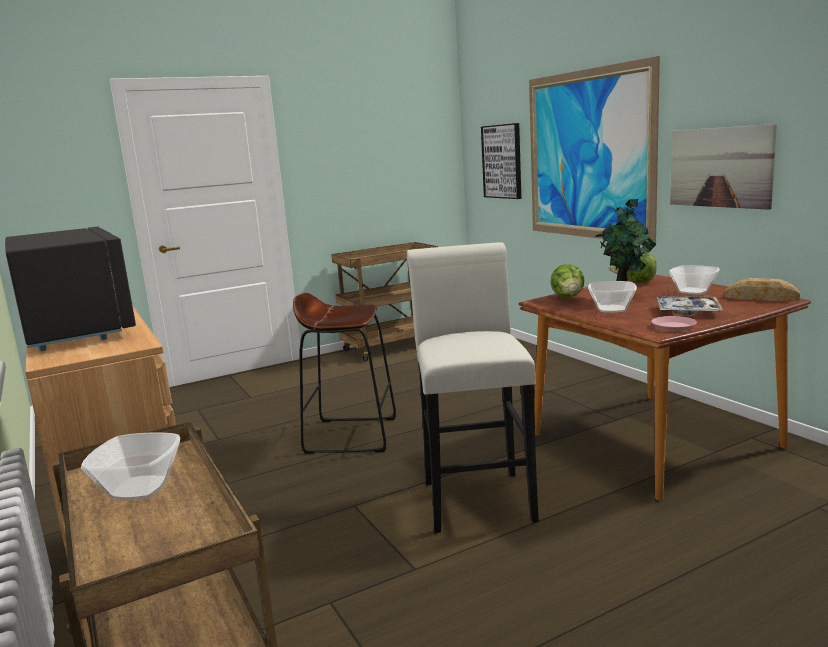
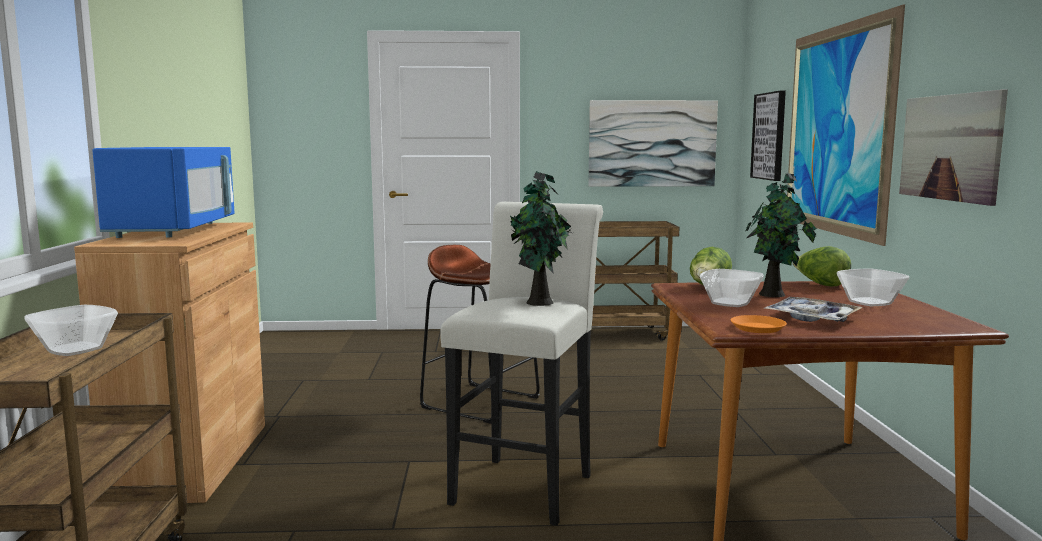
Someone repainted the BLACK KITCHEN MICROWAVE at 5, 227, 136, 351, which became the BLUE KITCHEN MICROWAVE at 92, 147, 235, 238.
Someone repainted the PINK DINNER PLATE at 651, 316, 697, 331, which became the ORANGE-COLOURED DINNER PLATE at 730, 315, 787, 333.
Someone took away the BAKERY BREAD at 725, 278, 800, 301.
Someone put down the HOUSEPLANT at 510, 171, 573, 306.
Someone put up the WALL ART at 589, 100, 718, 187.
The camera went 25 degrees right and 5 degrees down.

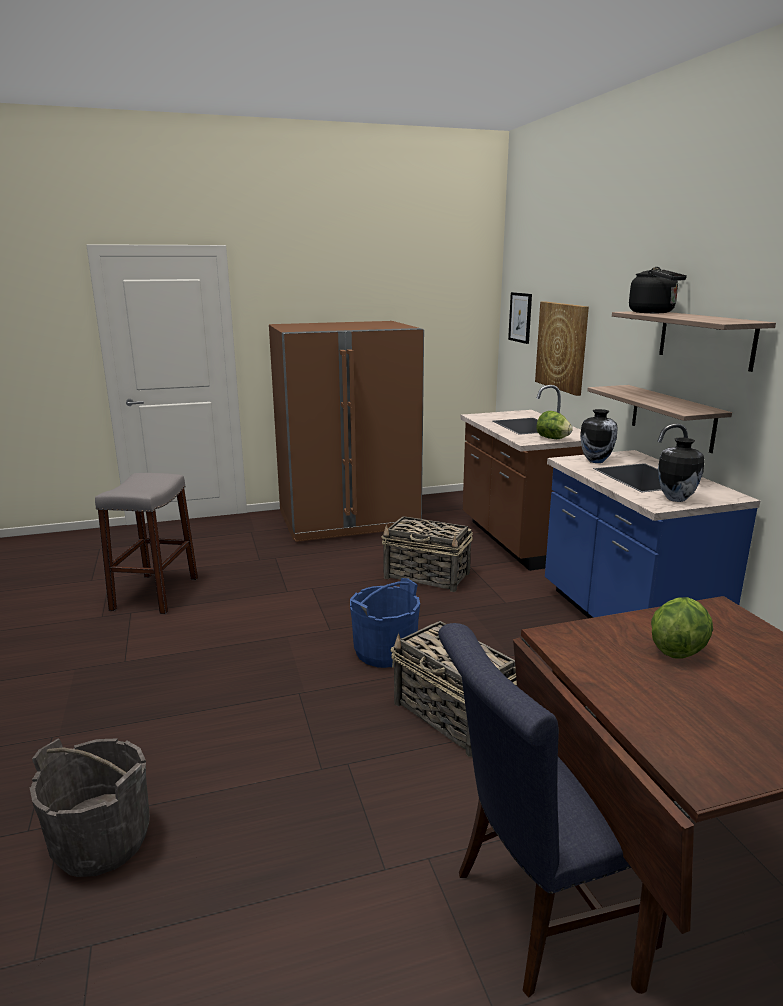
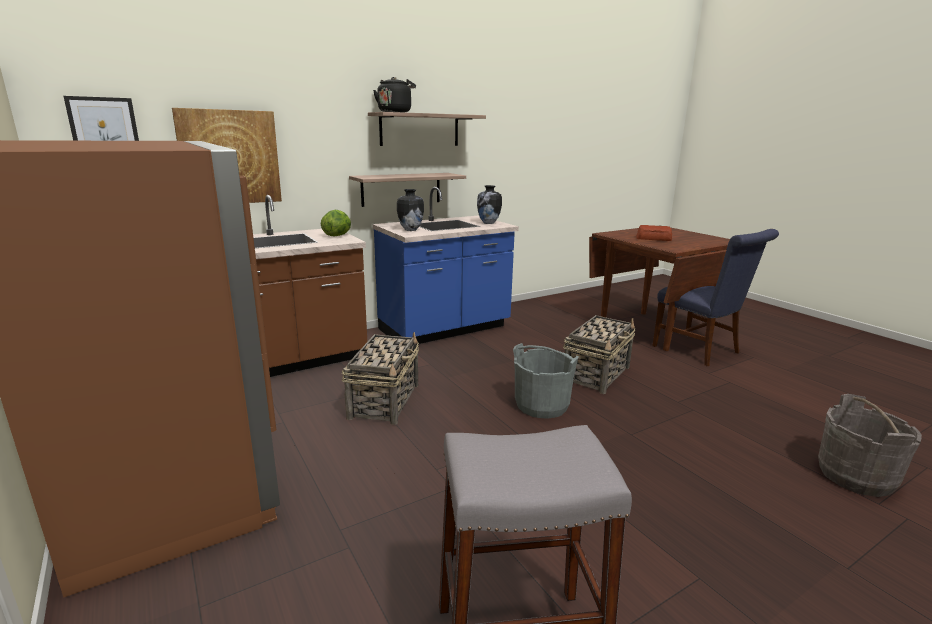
Someone repainted the BLUE PAIL at 350, 578, 420, 668, which became the GREY PAIL at 513, 343, 579, 419.
Someone swapped the LETTUCE at 651, 597, 713, 659 for the BAKERY BREAD at 636, 225, 672, 241.
The camera went 105 degrees left and 0 degrees up.

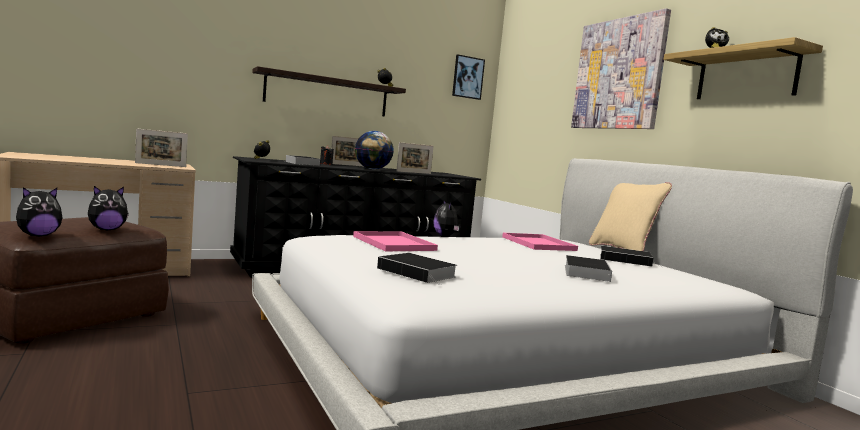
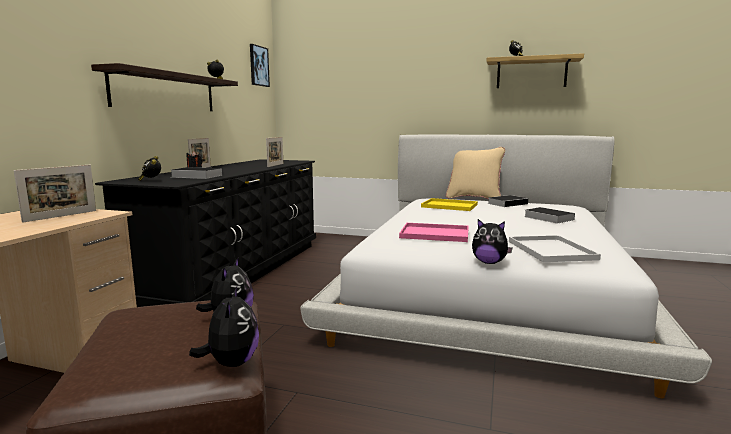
Someone took away the DESK GLOBE at 355, 131, 393, 169.
Someone swapped the VOLUME at 377, 253, 457, 285 for the WHITE SERVING TRAY at 509, 235, 601, 262.
Someone carried the CUDDLY TOY from 433, 199, 461, 237 to 472, 219, 513, 264.
Someone repainted the PINK SERVING TRAY at 502, 233, 578, 251, which became the YELLOW SERVING TRAY at 421, 198, 478, 211.
Someone took away the WALL ART at 571, 8, 671, 129.
The camera went 45 degrees left and 5 degrees up.

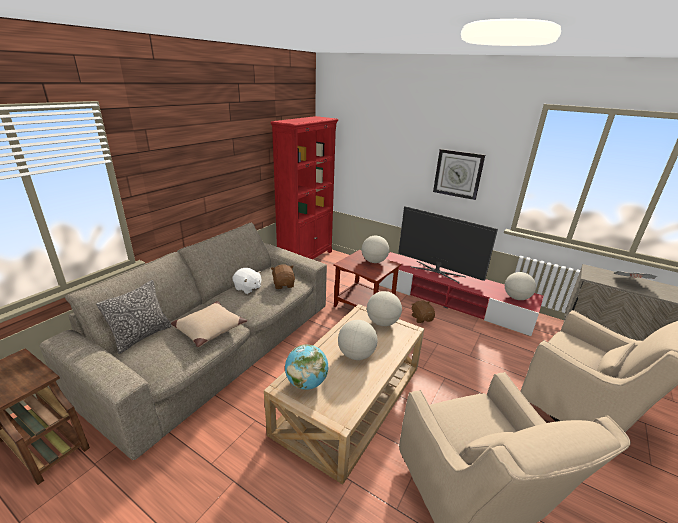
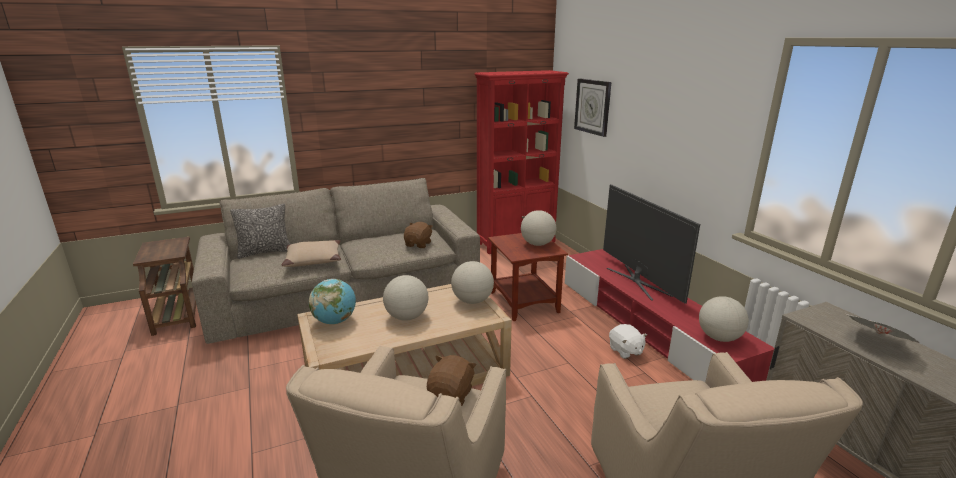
Someone carried the WHITE CUDDLY TOY from 233, 268, 261, 294 to 609, 324, 647, 359.
Someone carried the BROWN-COLOURED CUDDLY TOY from 412, 301, 435, 323 to 427, 355, 476, 406.
Someone carried the CLOCK ON THE WALL from 433, 149, 485, 200 to 574, 78, 611, 137.
The camera went 35 degrees right and 5 degrees down.

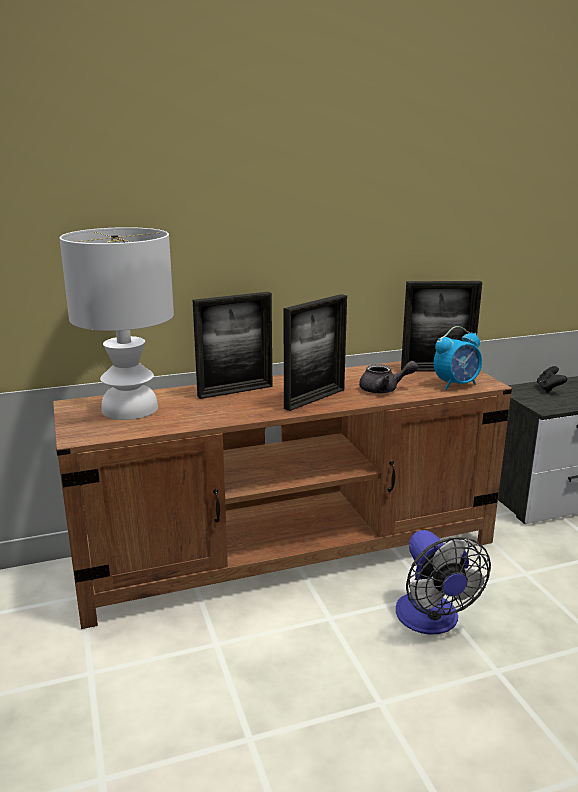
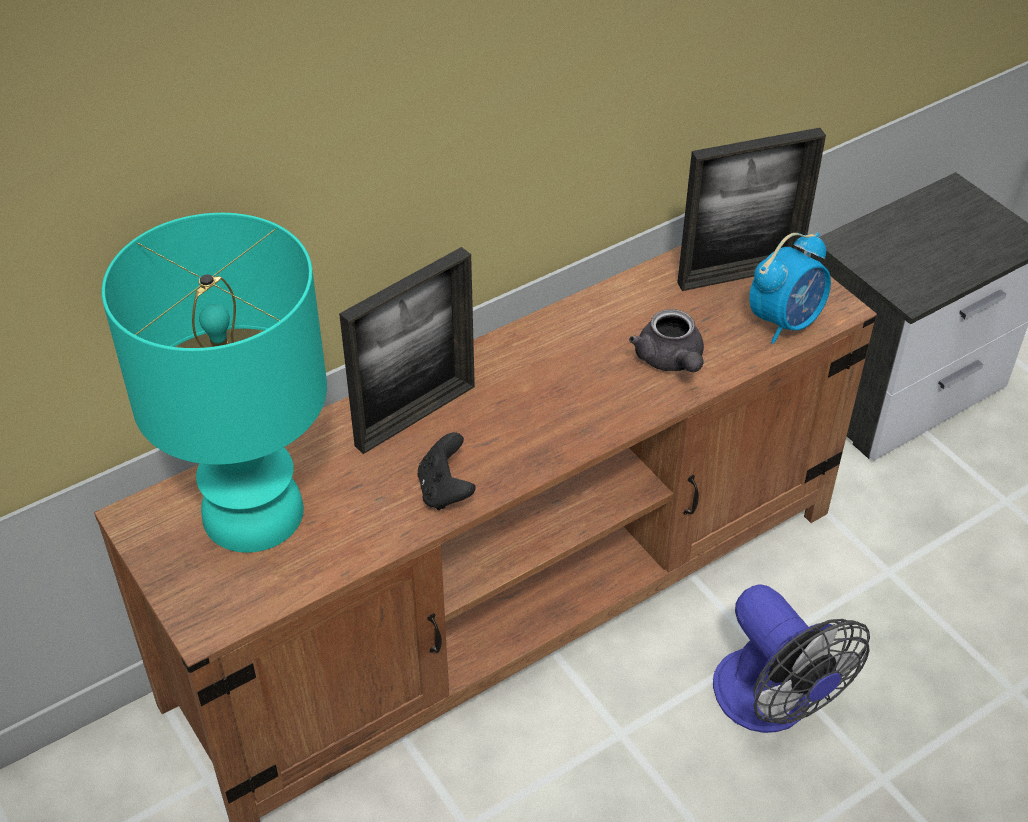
Someone repainted the WHITE LAMP FOR A TABLE at 60, 227, 174, 420, which became the TURQUOISE LAMP FOR A TABLE at 102, 213, 327, 553.
Someone took away the STANDING FRAME at 284, 294, 347, 411.
Someone rotated the GREY TEA POT at 359, 361, 418, 393 by 90 degrees clockwise.
Someone carried the BLACK GAME CONTROLLER from 537, 366, 567, 393 to 418, 432, 476, 510.
The camera went 15 degrees left and 25 degrees up.

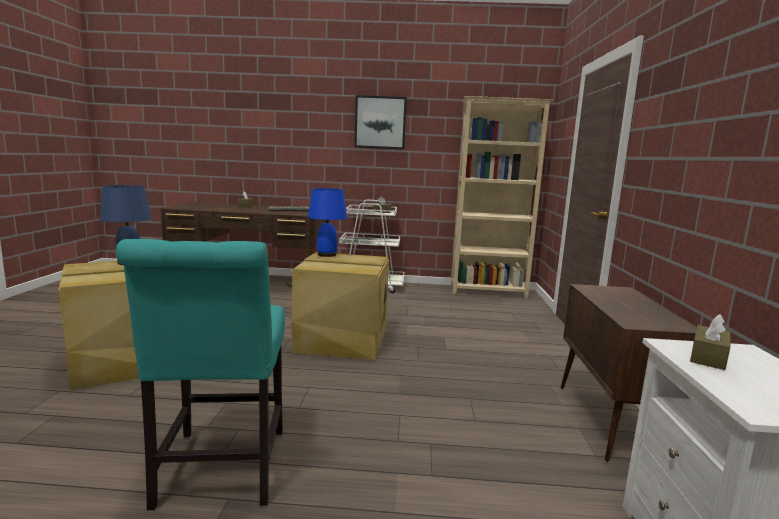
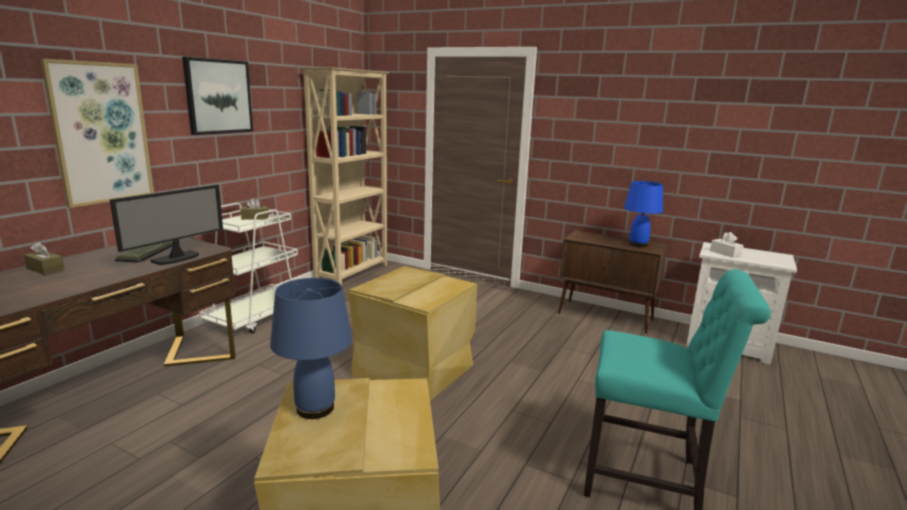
Someone carried the BLUE LAMP FOR A TABLE from 308, 188, 347, 257 to 624, 181, 663, 247.
Someone repainted the BROWN-COLOURED TISSUE BOX at 690, 314, 730, 370, which became the WHITE TISSUE BOX at 710, 232, 744, 258.
Someone put up the WALL ART at 40, 59, 154, 208.
Someone put down the COMPUTER SCREEN at 110, 184, 223, 265.
The camera went 65 degrees left and 5 degrees up.

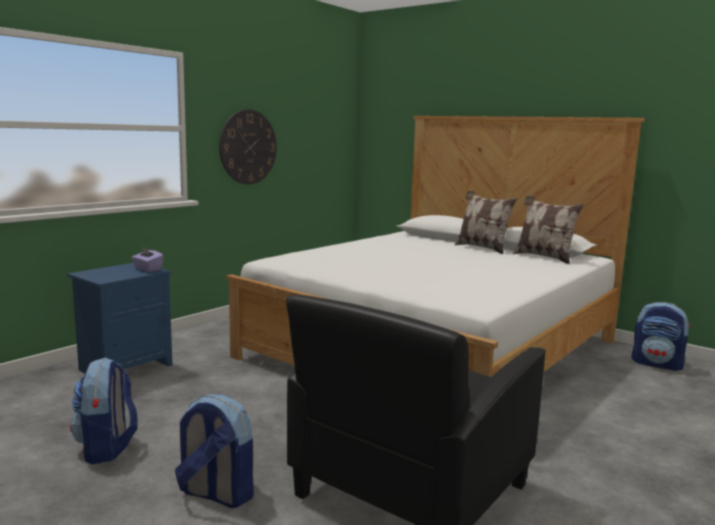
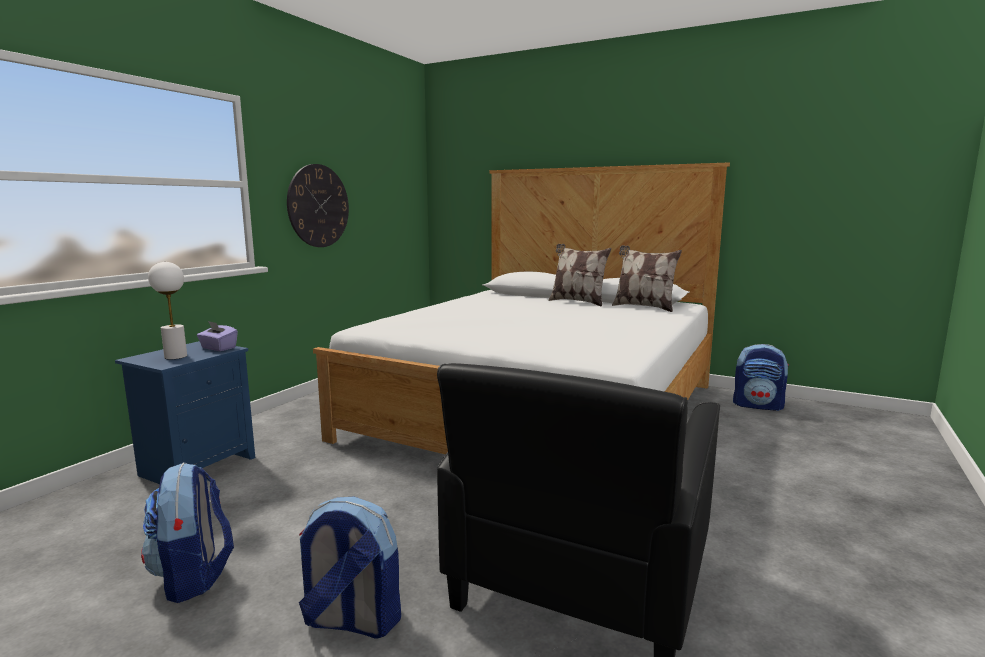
Someone put down the WHITE LAMP FOR A TABLE at 148, 262, 187, 359.
The camera went 10 degrees left and 0 degrees up.

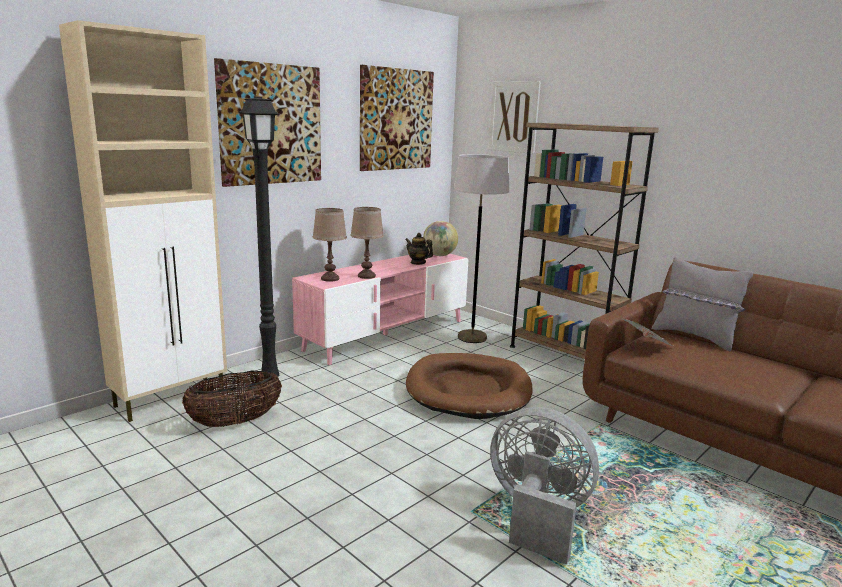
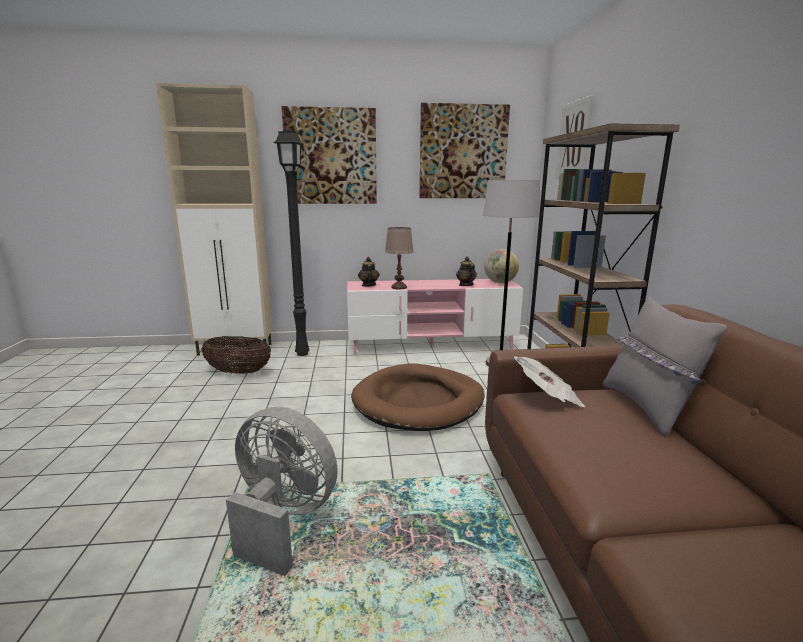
Someone swapped the BROWN-COLOURED LAMP FOR A TABLE at 313, 208, 347, 282 for the TEA POT at 358, 257, 380, 287.
Someone rotated the GREY ELECTRIC FAN at 490, 407, 599, 564 by 45 degrees counterclockwise.
The camera went 40 degrees right and 0 degrees up.

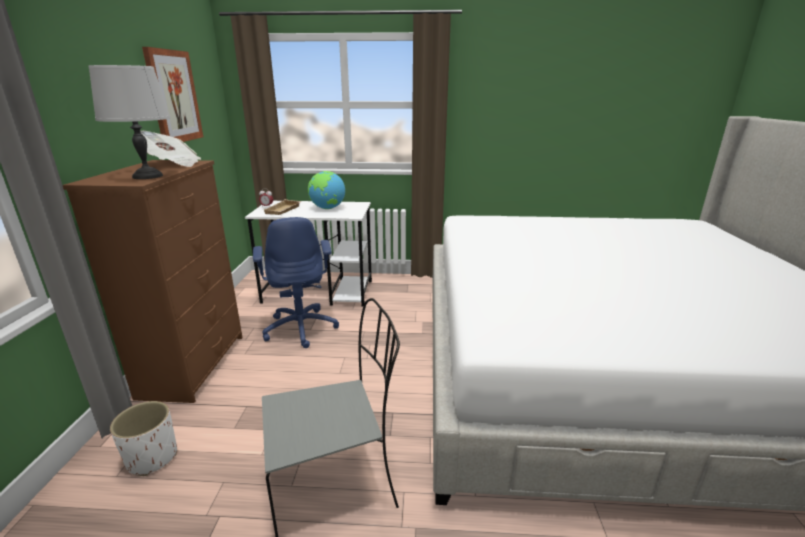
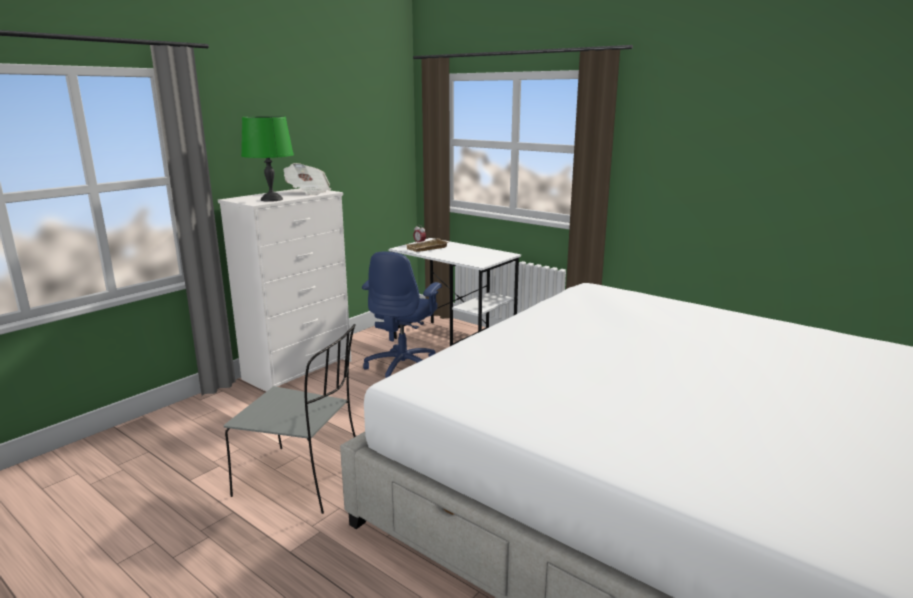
Someone repainted the BROWN-COLOURED DRAWER CHEST at 63, 160, 243, 403, which became the WHITE DRAWER CHEST at 218, 188, 351, 392.
Someone repainted the GREY LAMP FOR A TABLE at 89, 65, 171, 179, which became the GREEN-COLOURED LAMP FOR A TABLE at 241, 116, 294, 202.
Someone took away the WHITE PLANTER at 110, 401, 177, 476.
Someone took away the WALL ART at 142, 47, 203, 142.
Someone took away the DESK GLOBE at 308, 171, 345, 209.
The camera went 35 degrees right and 5 degrees down.

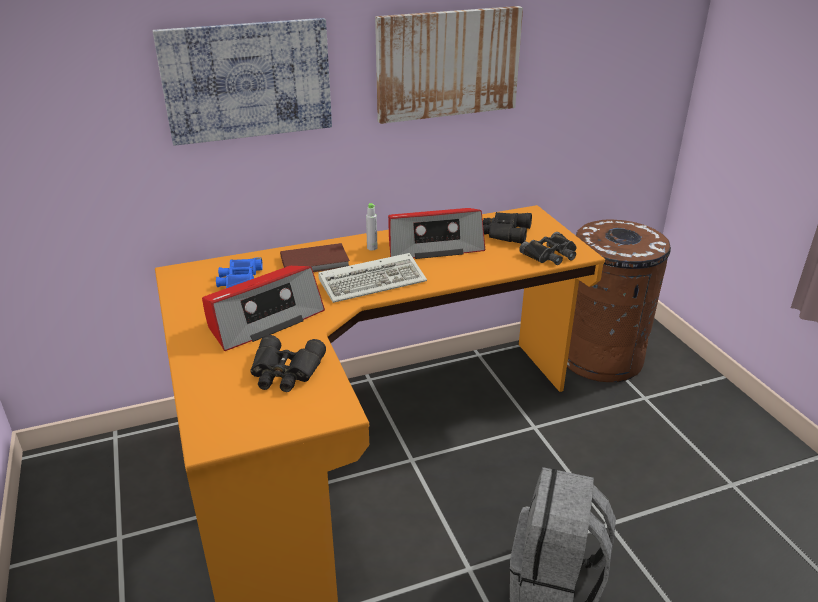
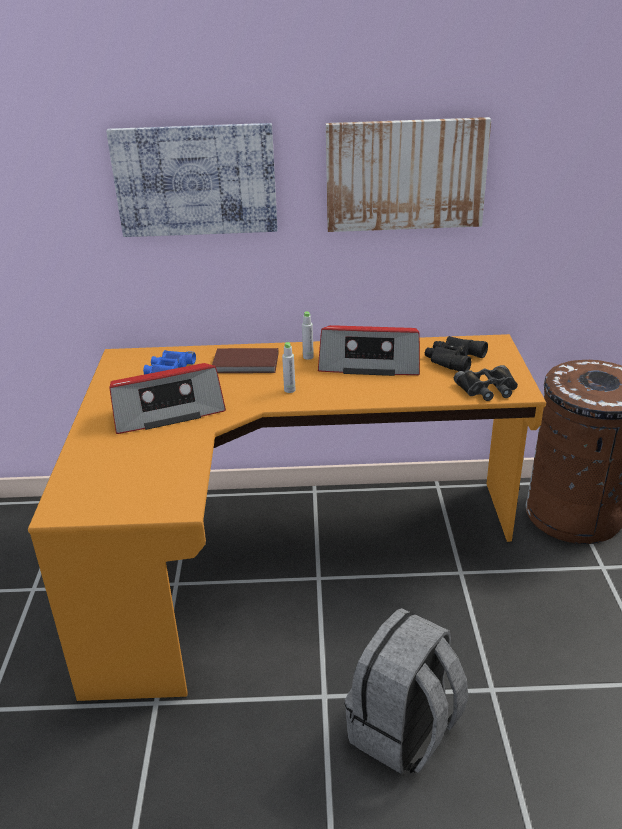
Someone took away the BLACK BINOCULARS at 250, 335, 326, 392.
Someone swapped the COMPUTER KEYBOARD at 318, 253, 427, 303 for the GREY BOTTLE at 282, 342, 296, 393.
The camera went 20 degrees right and 0 degrees up.

